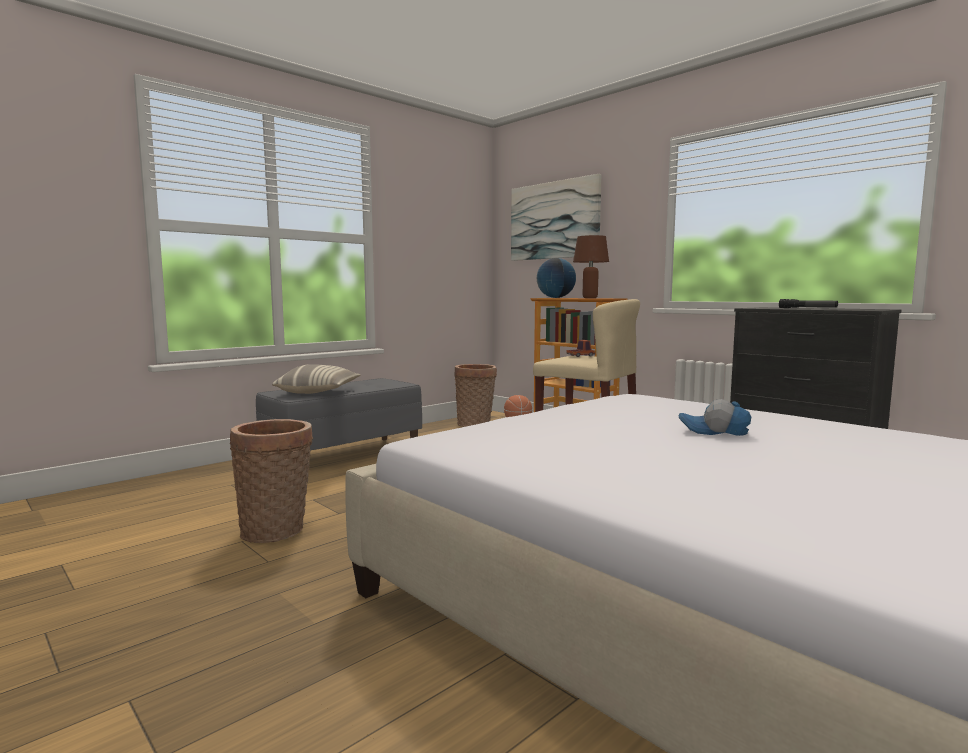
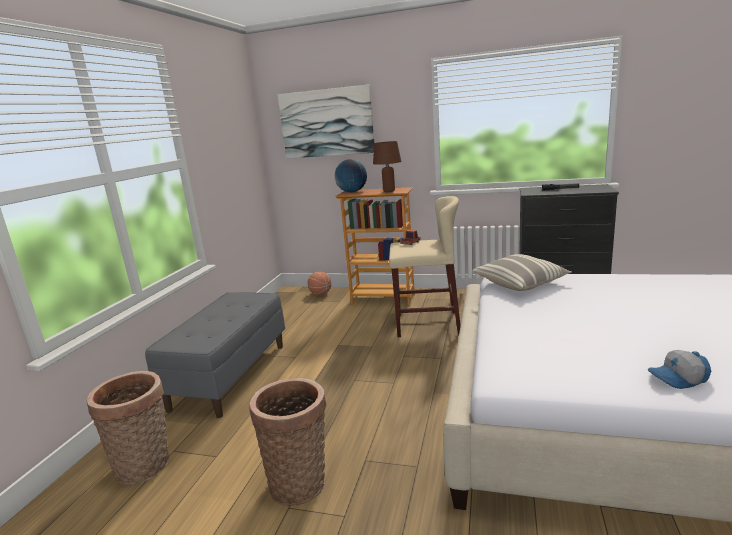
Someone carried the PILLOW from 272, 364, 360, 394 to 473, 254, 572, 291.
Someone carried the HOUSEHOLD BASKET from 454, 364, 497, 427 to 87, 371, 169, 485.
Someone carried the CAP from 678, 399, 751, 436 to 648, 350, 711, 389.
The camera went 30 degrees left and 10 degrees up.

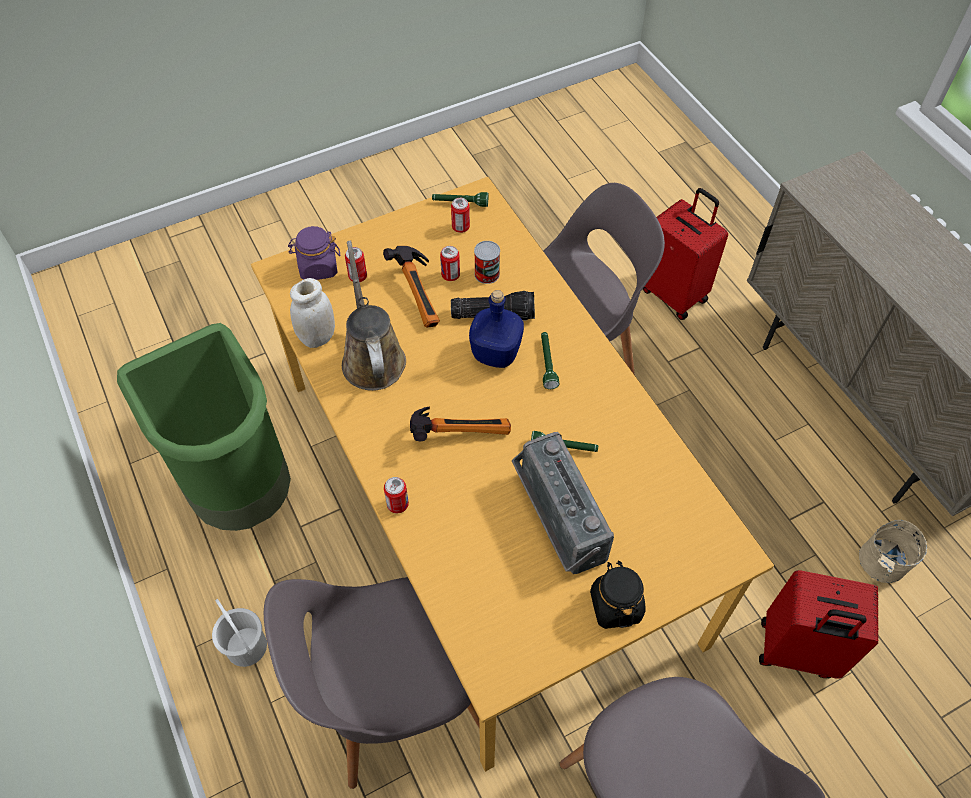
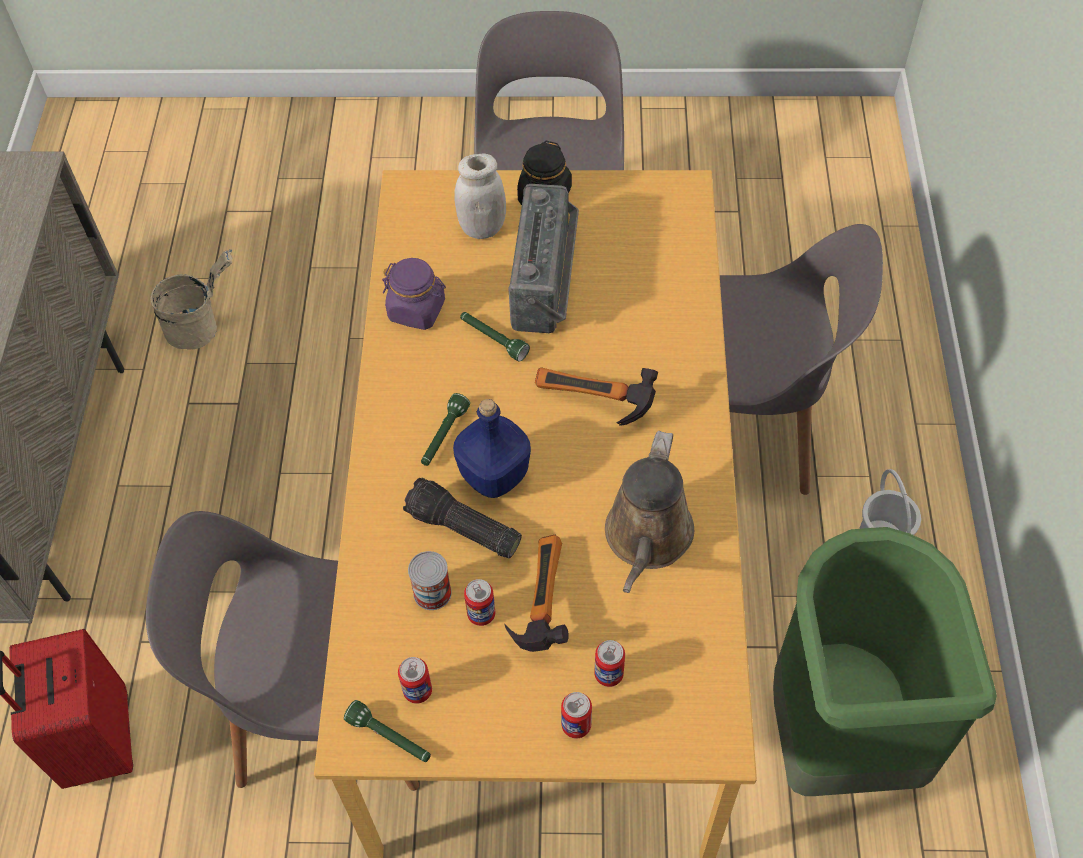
Someone carried the PURPLE PRESERVE JAR from 288, 226, 340, 280 to 382, 258, 446, 330.
Someone carried the WHITE PRESERVE JAR from 290, 278, 335, 348 to 454, 153, 506, 239.
Someone carried the METAL CAN from 384, 477, 409, 514 to 561, 692, 592, 738.
Someone took away the RED PIECE OF LUGGAGE at 759, 570, 879, 679.
The camera went 150 degrees left and 0 degrees up.

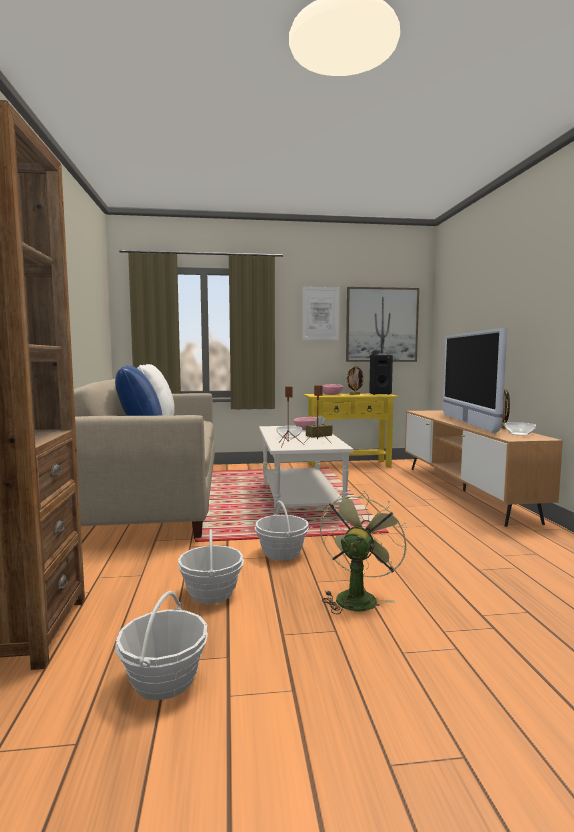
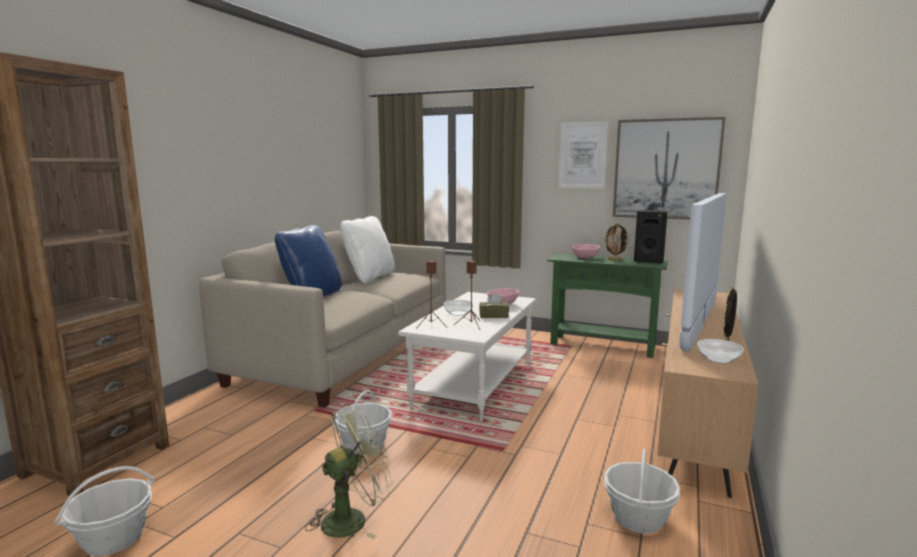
Someone carried the HOUSEHOLD BASKET from 178, 529, 244, 604 to 604, 448, 680, 534.
Someone repainted the YELLOW HALL TABLE at 304, 394, 399, 468, which became the GREEN-COLOURED HALL TABLE at 548, 253, 668, 358.
The camera went 30 degrees right and 5 degrees up.

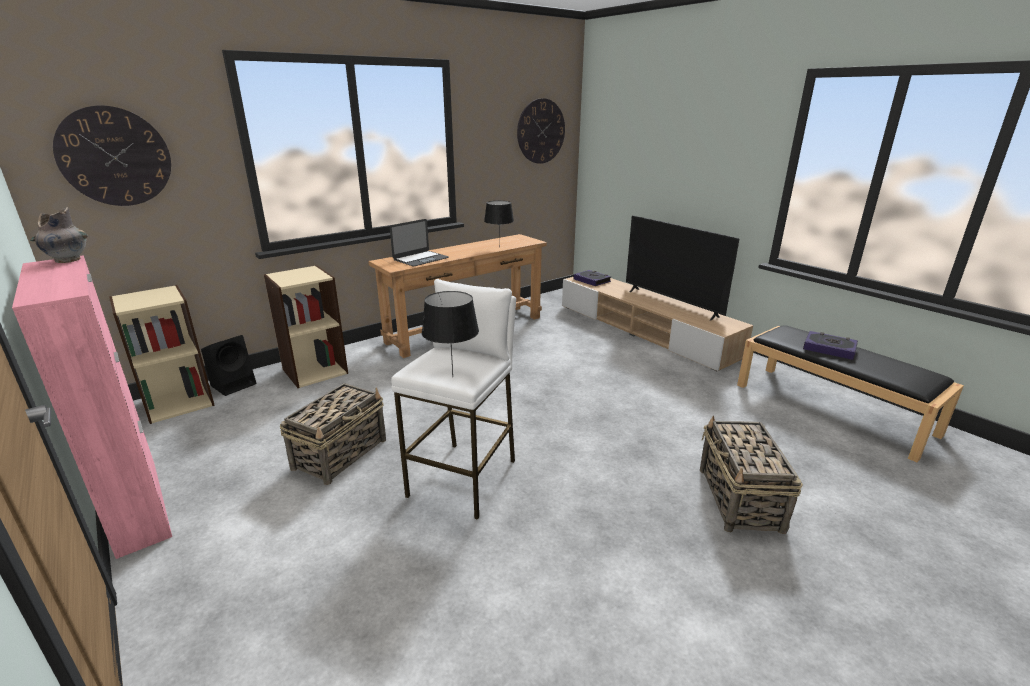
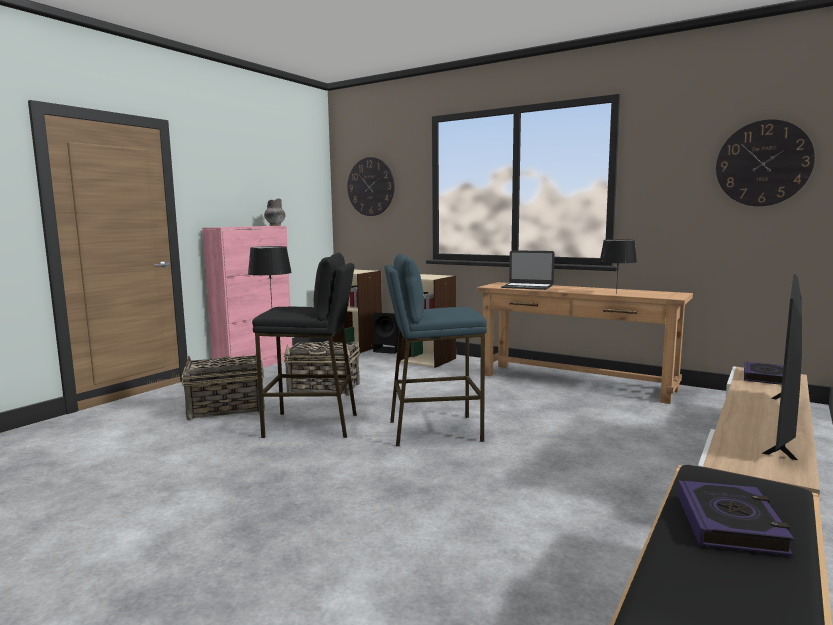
Someone repainted the WHITE SITTING STOOL at 391, 279, 516, 520, which became the BLACK SITTING STOOL at 252, 253, 357, 438.
Someone carried the HOUSEHOLD BASKET from 700, 415, 803, 534 to 182, 355, 265, 421.
Someone put down the BLUE SITTING STOOL at 384, 254, 487, 446.
The camera went 70 degrees right and 15 degrees down.

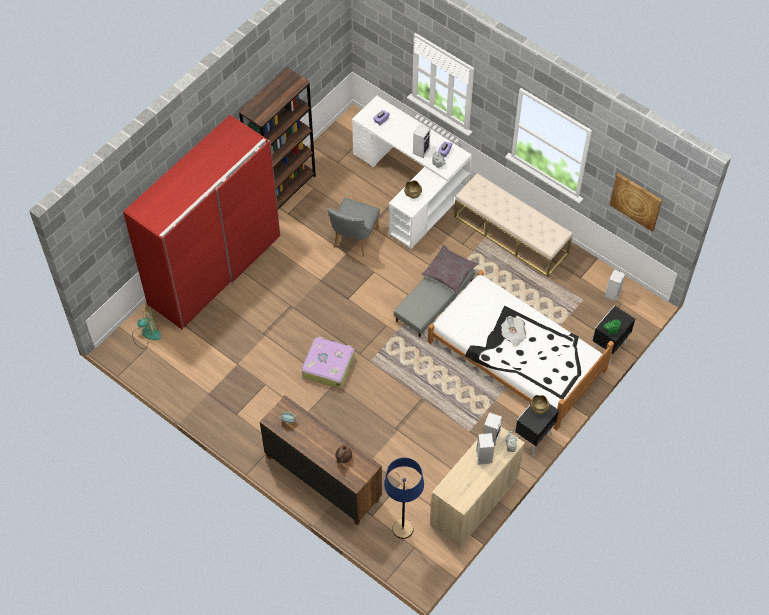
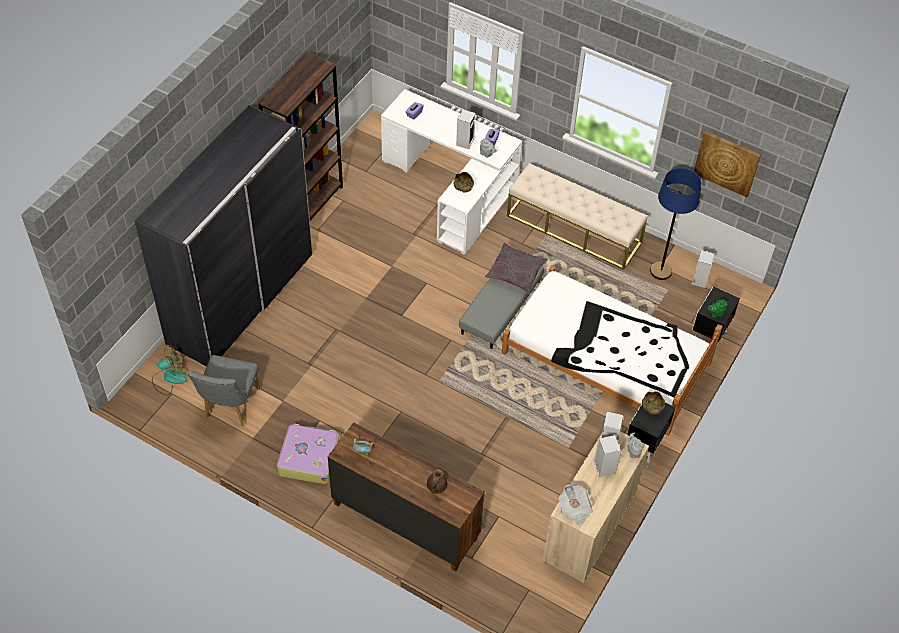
Someone repainted the RED ARMOIRE at 123, 115, 280, 329, which became the GREY ARMOIRE at 134, 105, 313, 367.
Someone carried the PIECE OF LUGGAGE from 302, 337, 354, 389 to 277, 424, 339, 484.
Someone carried the GREY CHAIR from 327, 198, 380, 256 to 188, 355, 260, 426.
Someone carried the BLUE STANDING LAMP from 384, 458, 424, 539 to 650, 168, 701, 280.
Someone carried the NEWSPAPER from 501, 316, 527, 347 to 559, 484, 593, 526.
The camera went 10 degrees left and 5 degrees down.

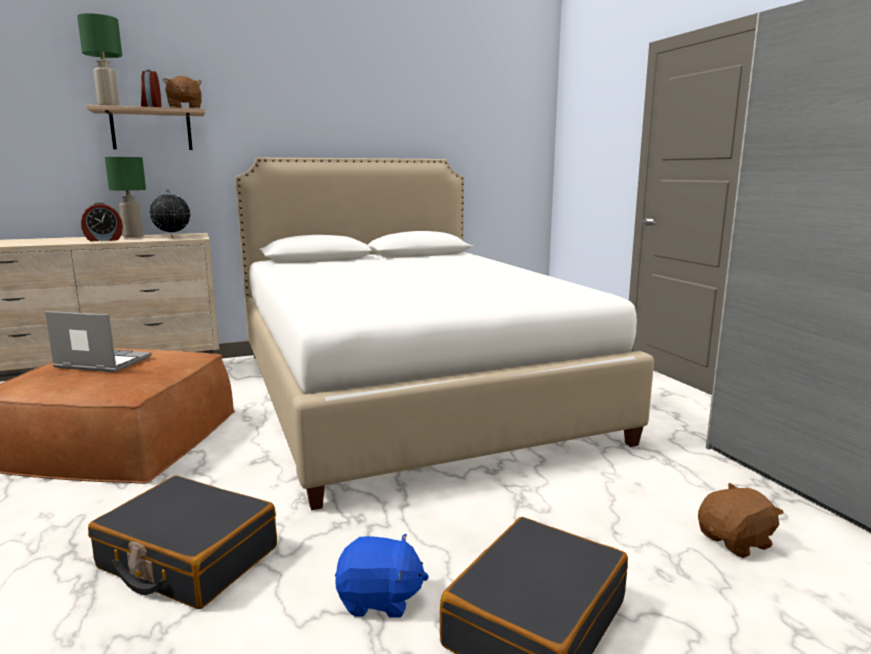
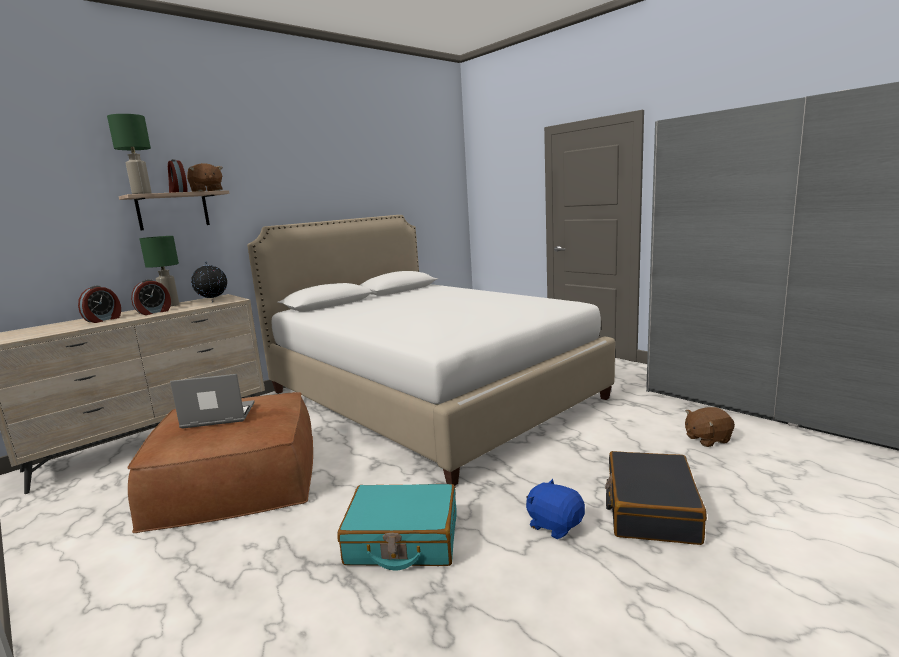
Someone repainted the BLACK PIECE OF LUGGAGE at 88, 475, 277, 609, which became the TURQUOISE PIECE OF LUGGAGE at 337, 484, 457, 570.
Someone rotated the BLUE CUDDLY TOY at 335, 534, 429, 618 by 120 degrees counterclockwise.
Someone rotated the BROWN-COLOURED CUDDLY TOY at 698, 483, 784, 558 by 150 degrees counterclockwise.
Someone put down the TABLE CLOCK at 78, 286, 121, 323.
The camera went 20 degrees left and 0 degrees up.

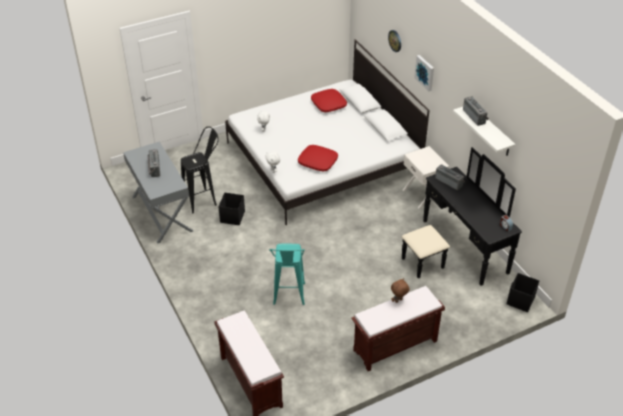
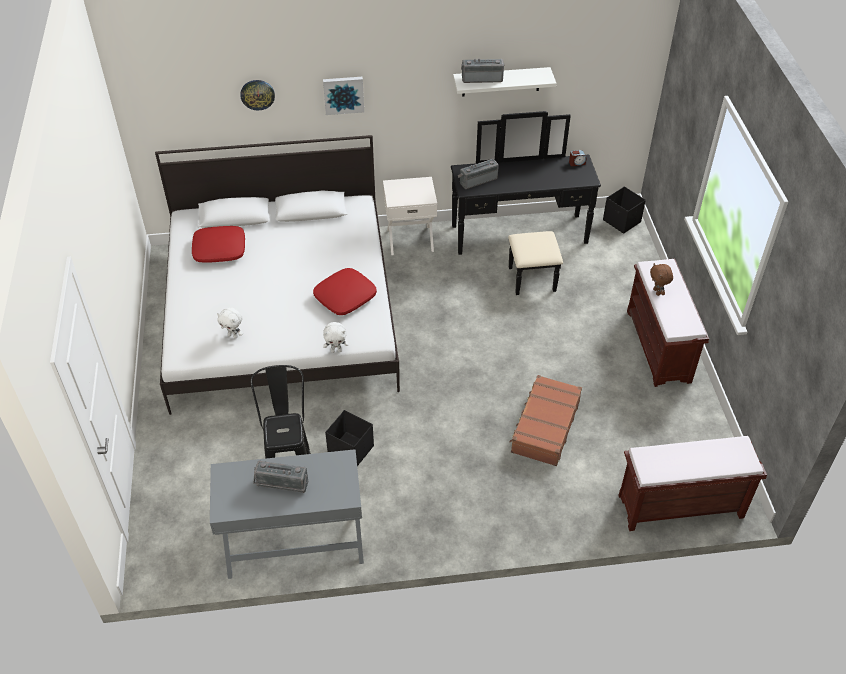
Someone swapped the TURQUOISE SITTING STOOL at 269, 244, 305, 305 for the BROWN-COLOURED PIECE OF LUGGAGE at 510, 375, 582, 466.
The camera went 70 degrees left and 5 degrees up.

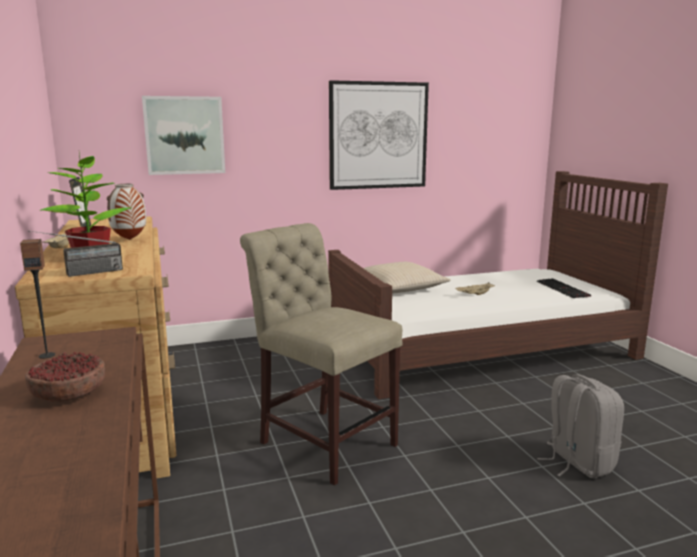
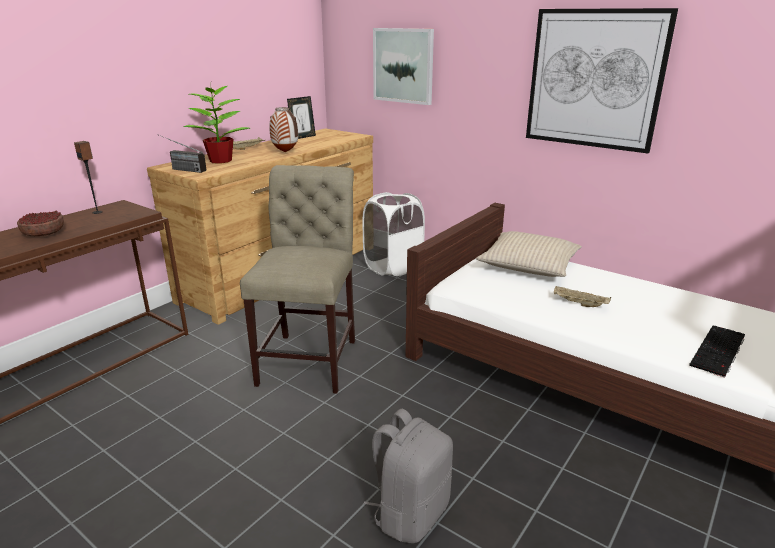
Someone put down the WHITE HAMPER at 362, 192, 425, 276.
The camera went 55 degrees right and 10 degrees up.

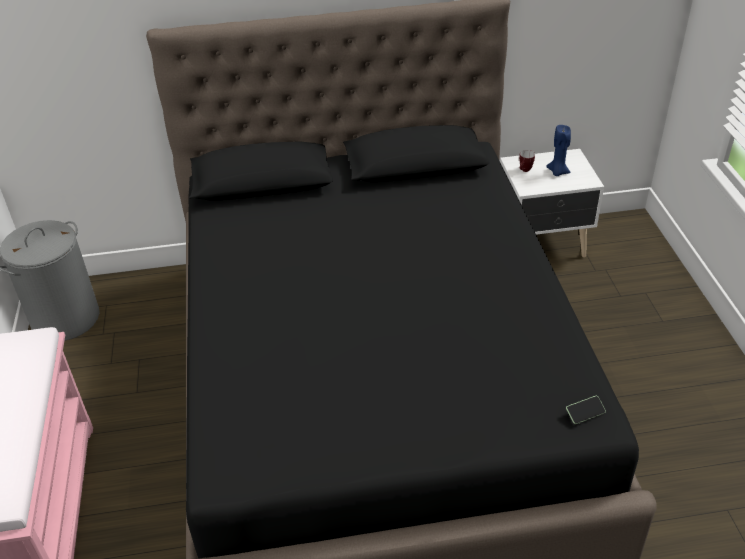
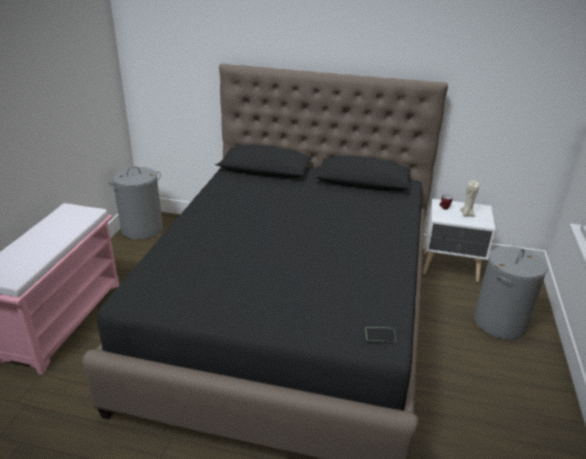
Someone repainted the BLUE CANDLE at 546, 125, 571, 176, which became the BEIGE-COLOURED CANDLE at 460, 180, 479, 217.
Someone put down the GREY HAMPER at 474, 246, 548, 339.
The camera went 20 degrees right and 10 degrees down.

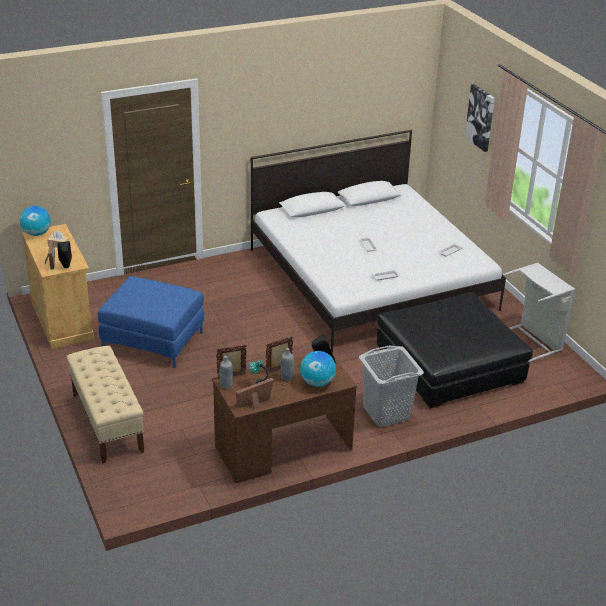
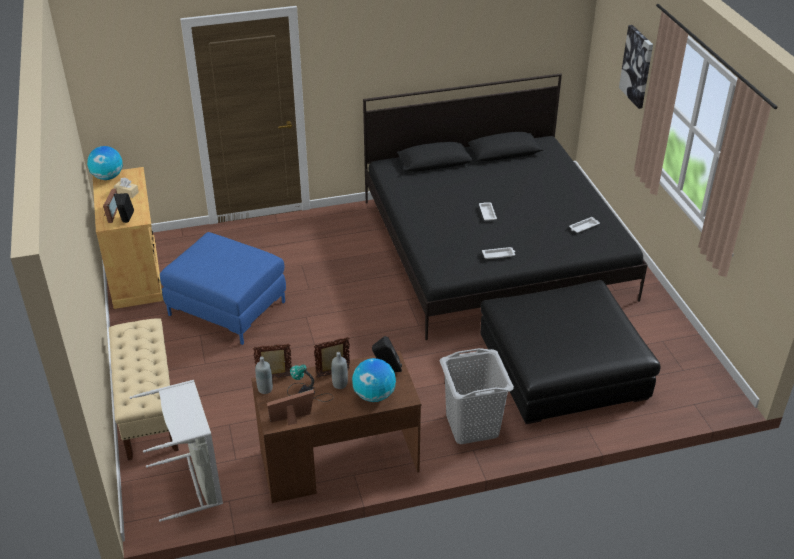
Someone repainted the WHITE SLEEPING BED at 251, 130, 506, 353, which became the BLACK SLEEPING BED at 363, 73, 648, 340.
Someone carried the GREY HAMPER from 503, 263, 575, 362 to 130, 380, 223, 522.
The camera went 10 degrees right and 5 degrees up.

